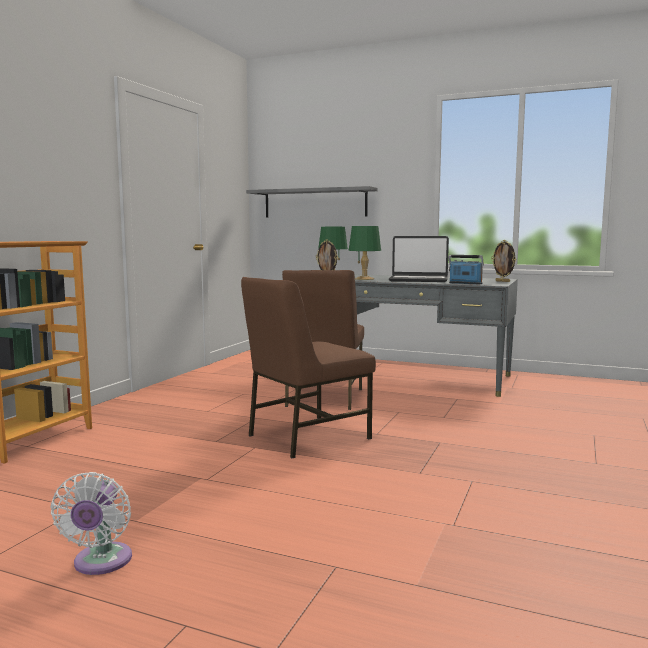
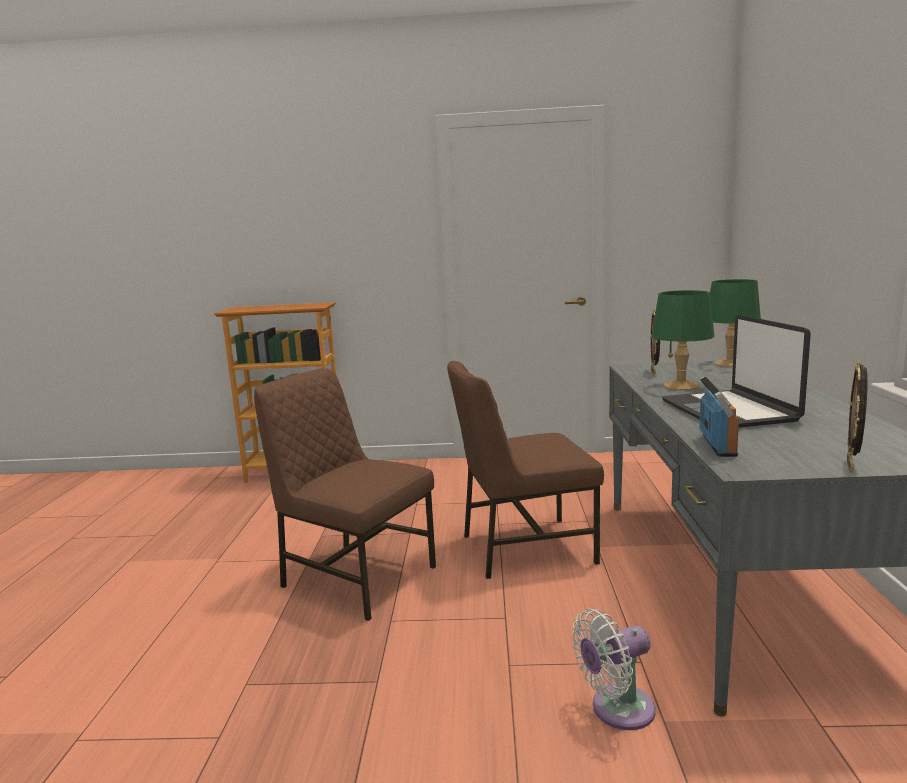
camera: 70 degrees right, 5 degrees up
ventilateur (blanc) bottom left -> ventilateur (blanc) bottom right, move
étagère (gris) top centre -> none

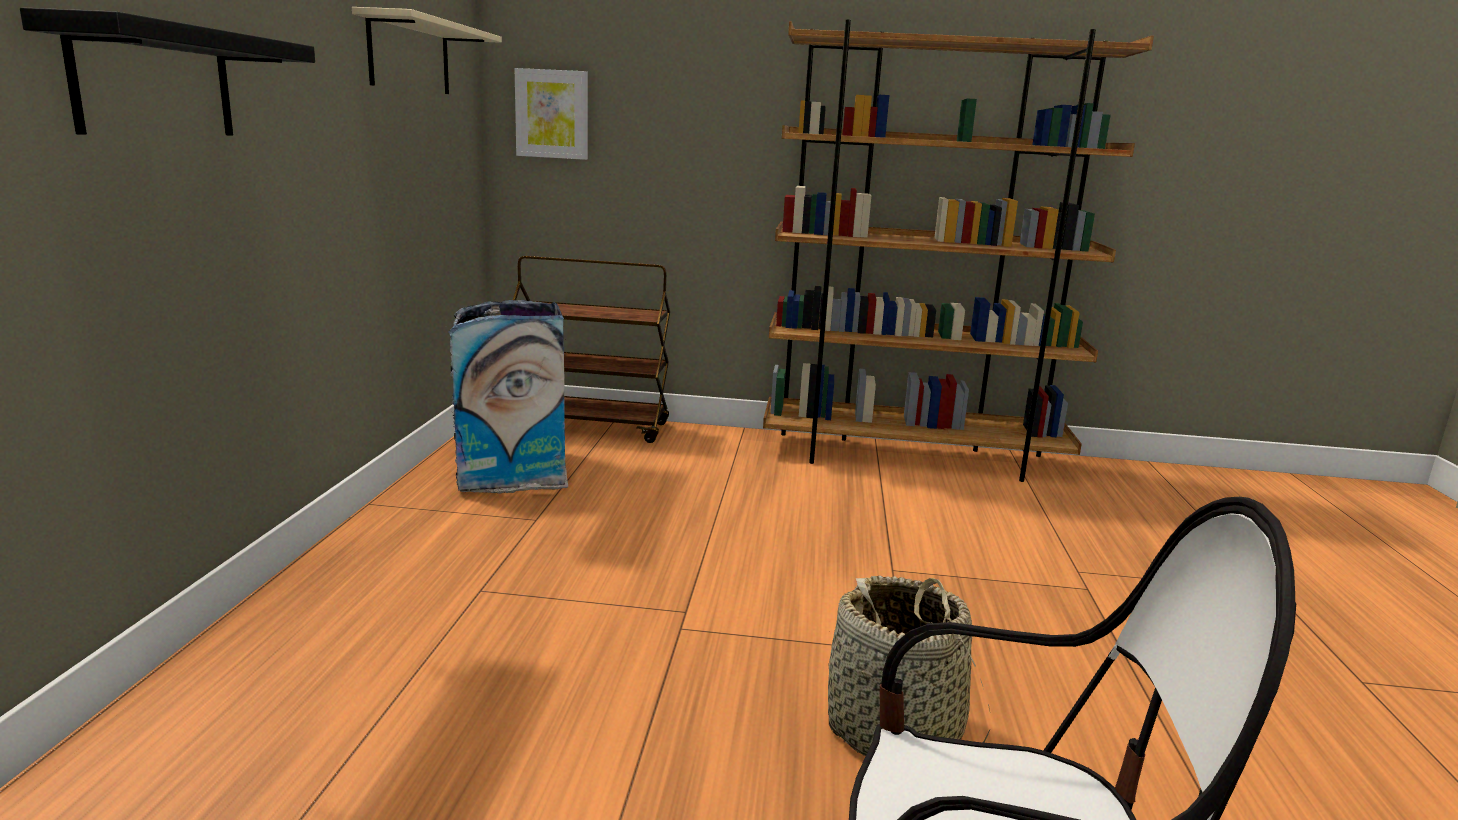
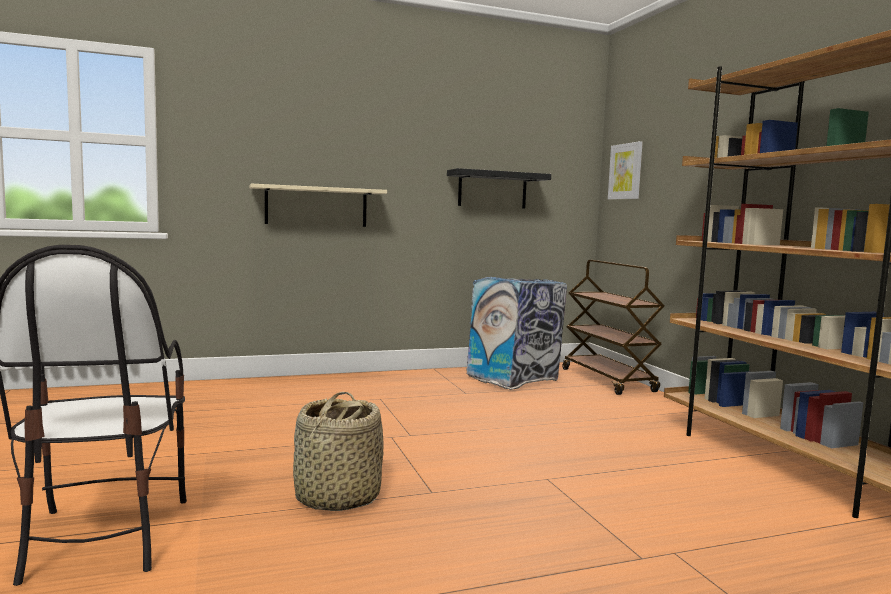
camera: 65 degrees right, 10 degrees down
étagère (beige) top left -> étagère (beige) centre, move
étagère (noir) top left -> étagère (noir) top centre, move

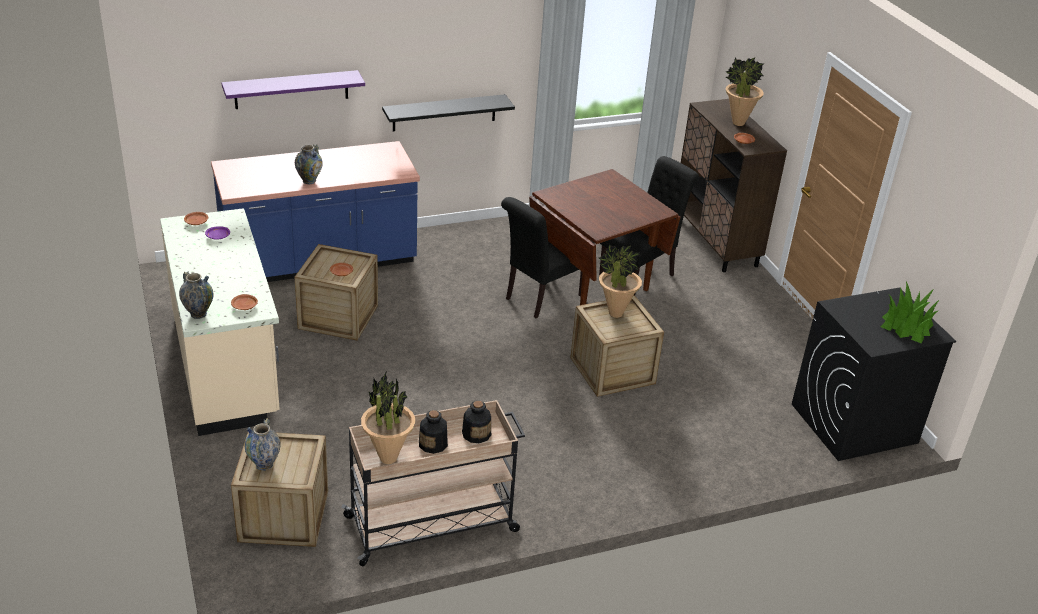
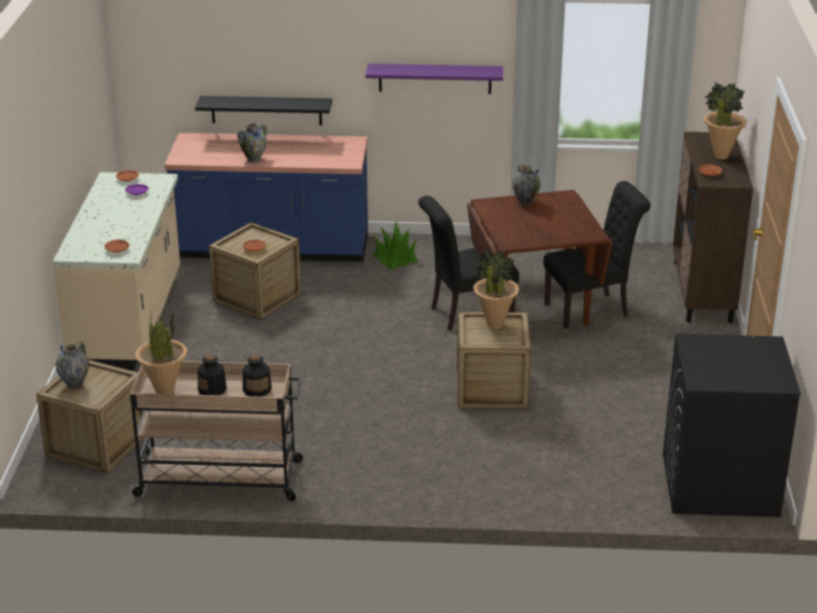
camera: 25 degrees right, 5 degrees down
étagère (noir) top centre -> étagère (noir) top left, move
étagère (violet) top left -> étagère (violet) top centre, move
plante en pot (4th from left in the first image) middle right -> plante en pot (2nd from left) centre, move
vase (1st from left in the first image) middle left -> vase (3rd from left) top centre, move

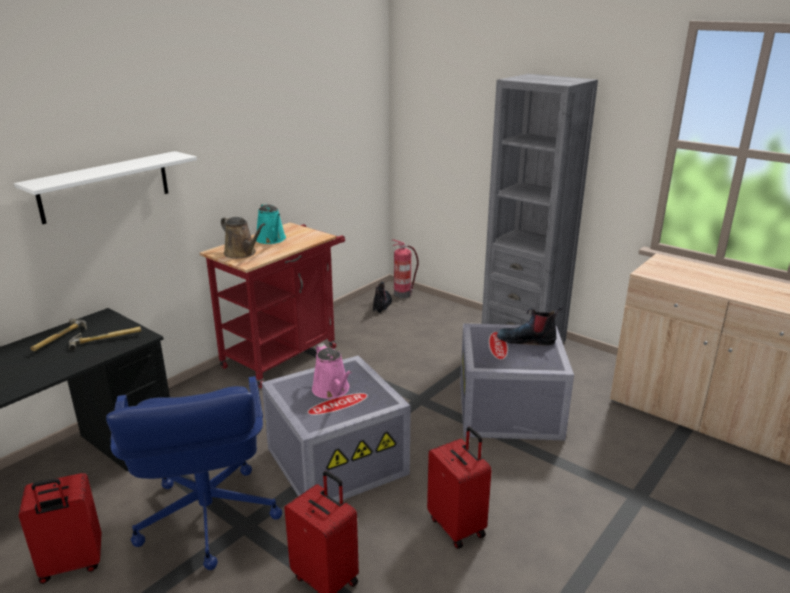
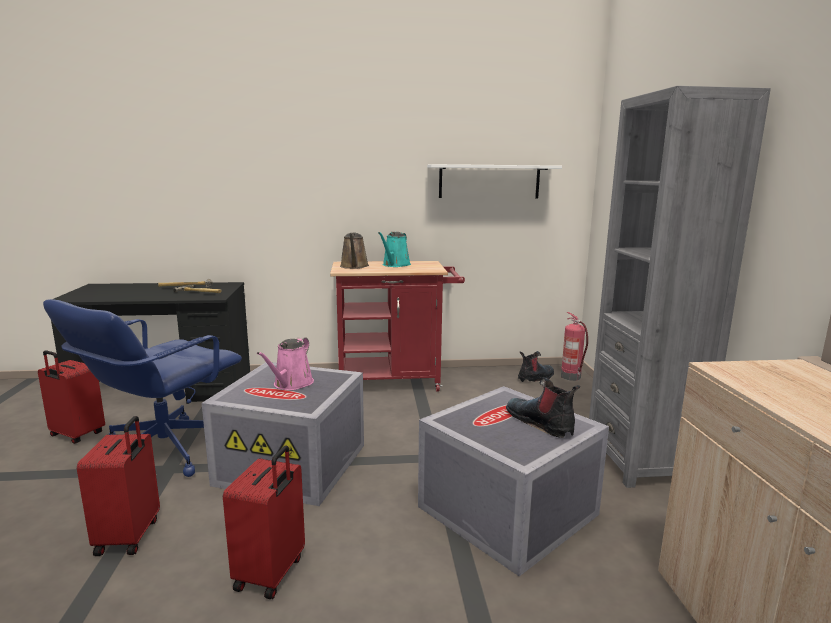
camera: 45 degrees right, 10 degrees down
étagère (blanc) top left -> étagère (blanc) top centre, move

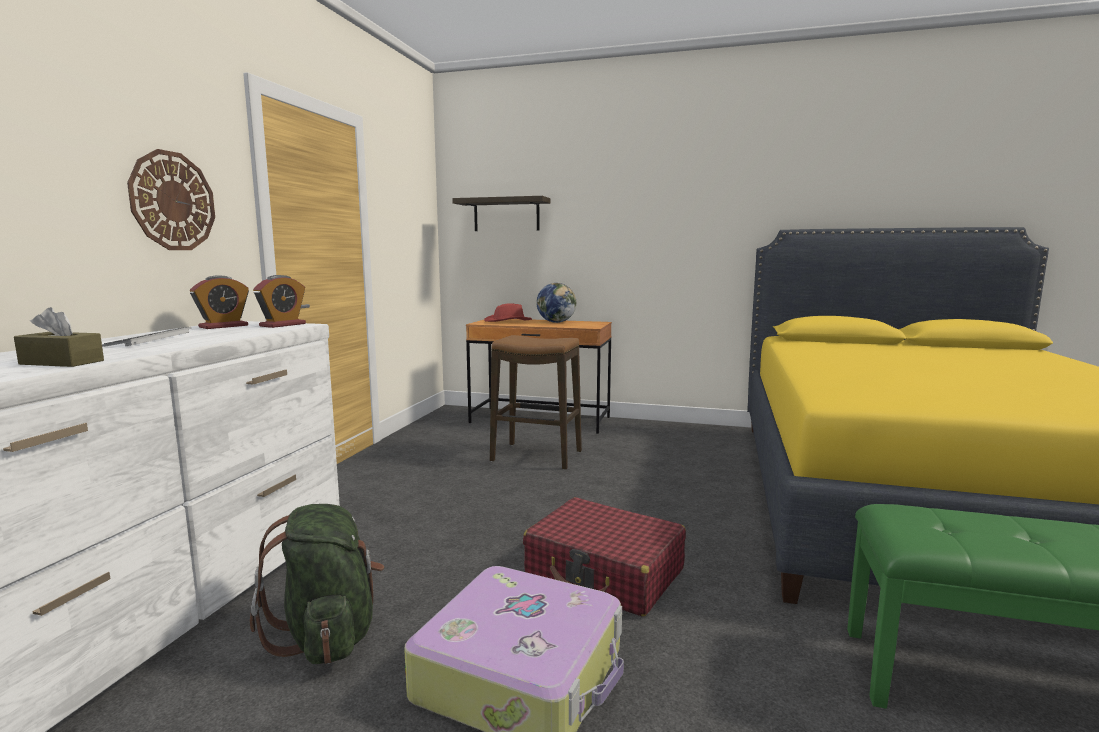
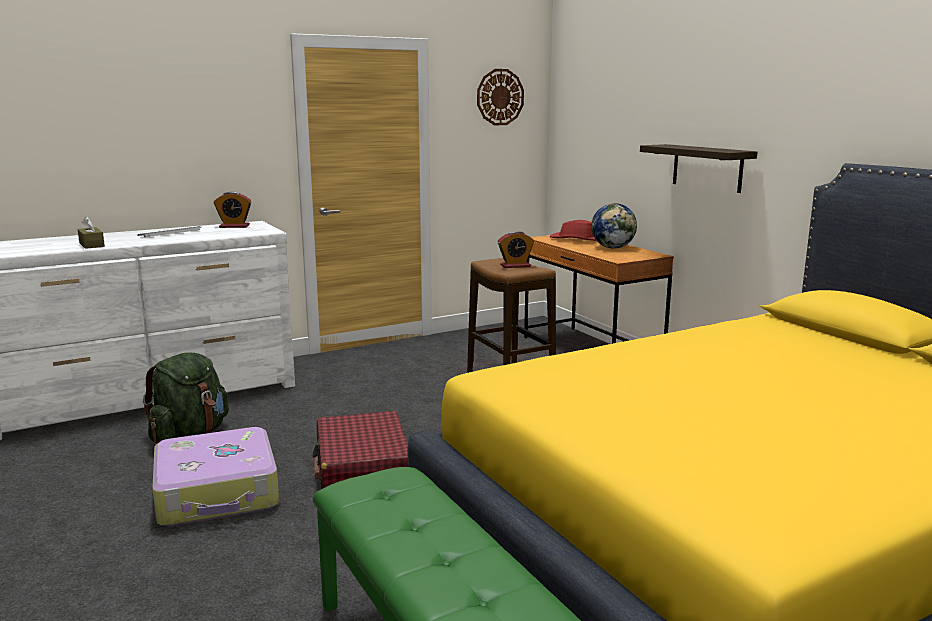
camera: 45 degrees right, 5 degrees up
horloge murale top left -> horloge murale top centre, move
réveil (2nd from left) middle left -> réveil (2nd from left) centre, move
étagère top centre -> étagère top right, move

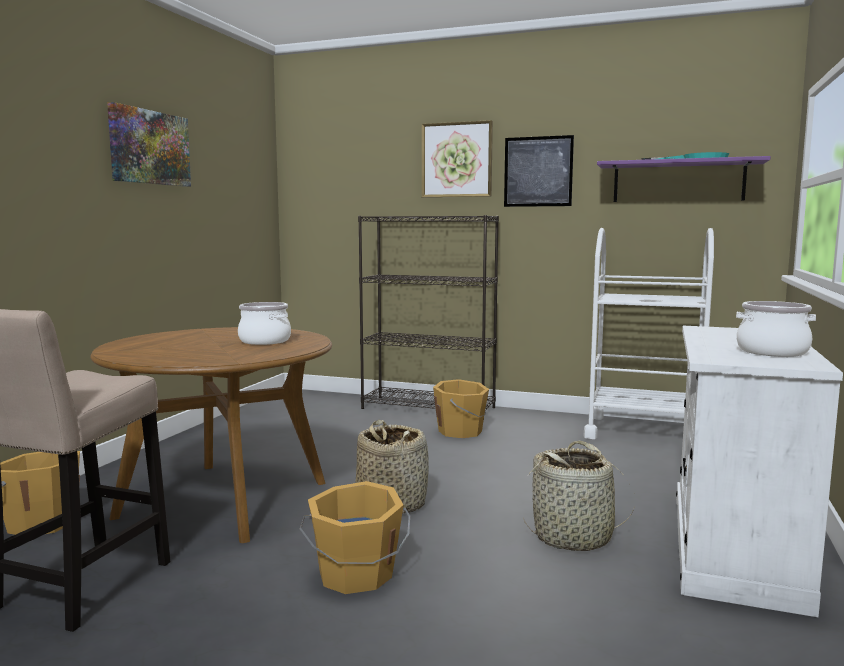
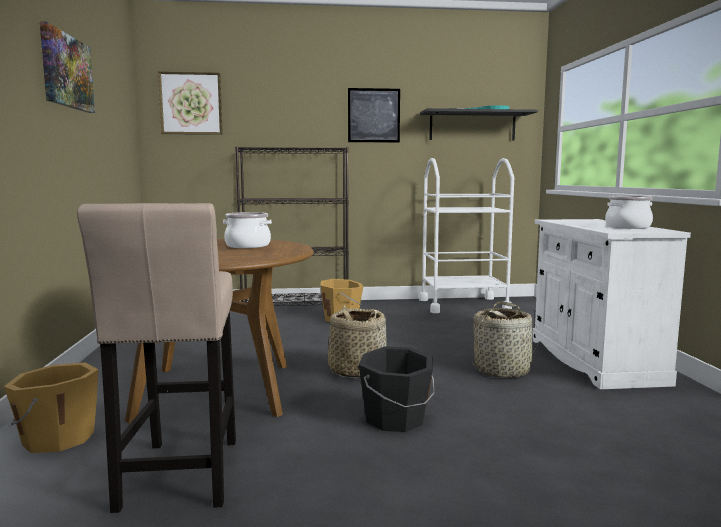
camera: 25 degrees left, 0 degrees up
tableau (2nd from left) top centre -> tableau (2nd from left) top left, move
seau (orange) (2nd from left) bottom centre -> seau (noir) bottom centre
étagère (violet) top right -> étagère (noir) top centre

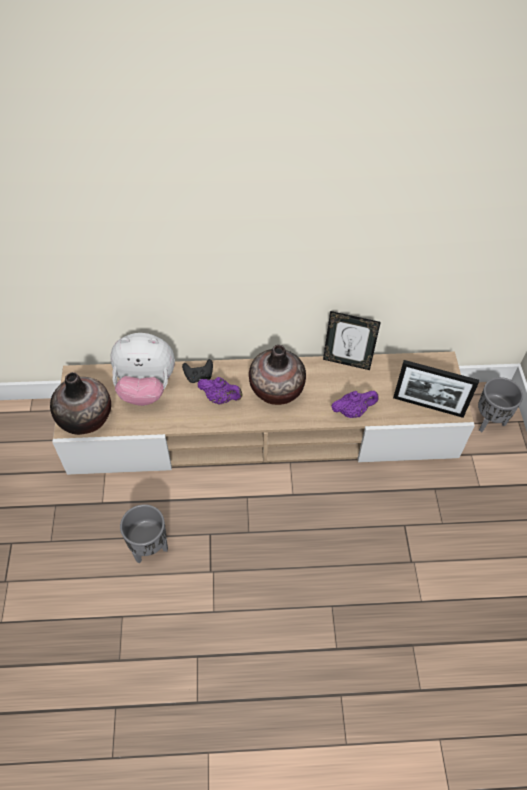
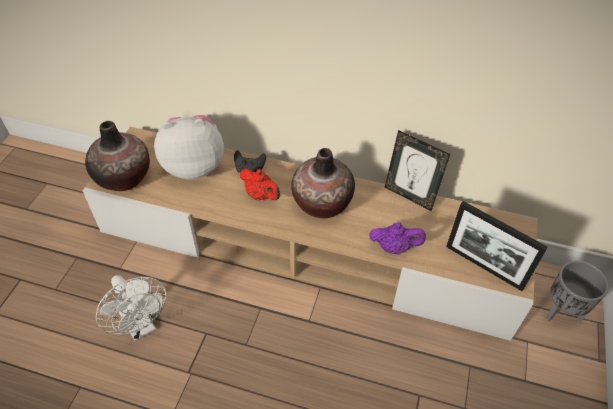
camera: 20 degrees right, 5 degrees down
cache-pot (gris) (1st from left) bottom left -> ventilateur (blanc) bottom left
peluche middle left, 150 degrees clockwise
théière (violet) (1st from left) centre -> théière (rouge) centre

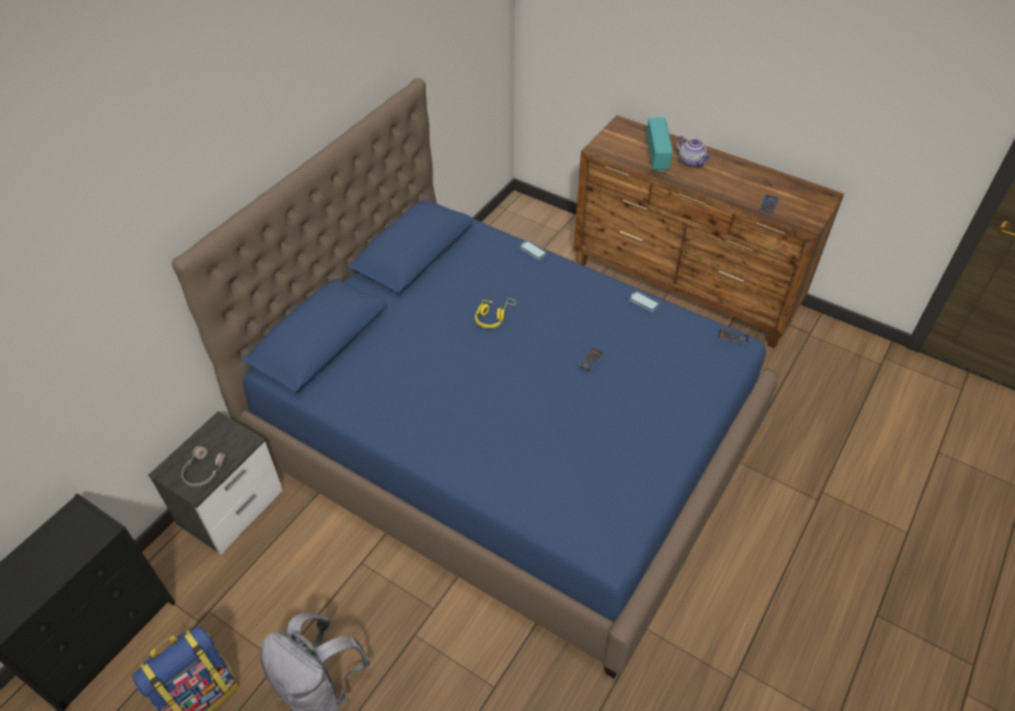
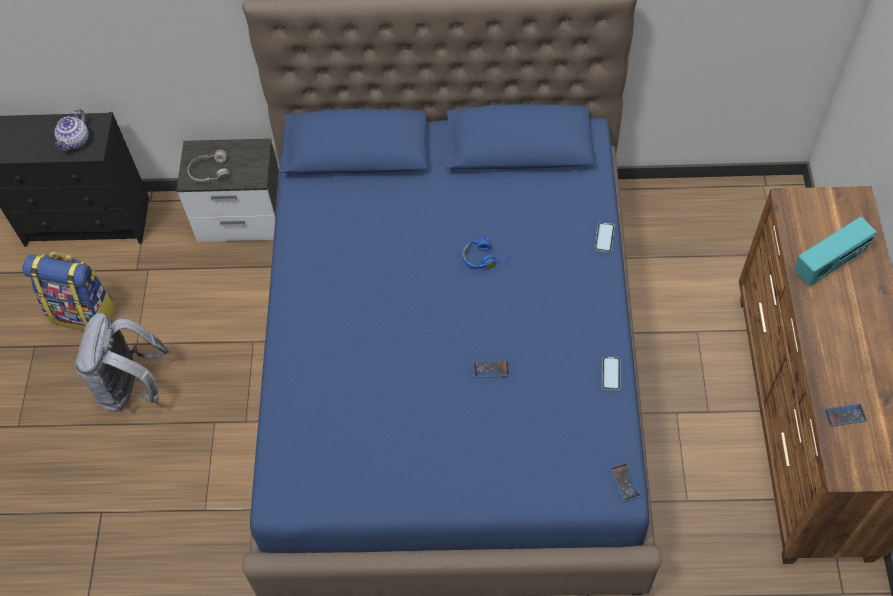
camera: 60 degrees right, 10 degrees up
théière top right -> théière top left, move
casque audio (jaune) centre -> casque audio (bleu) centre

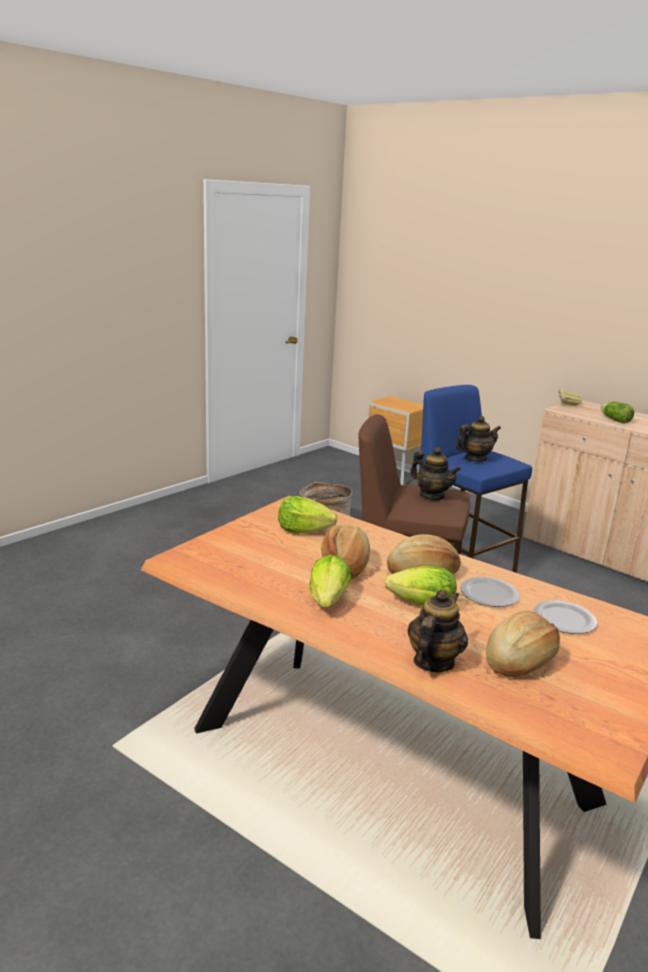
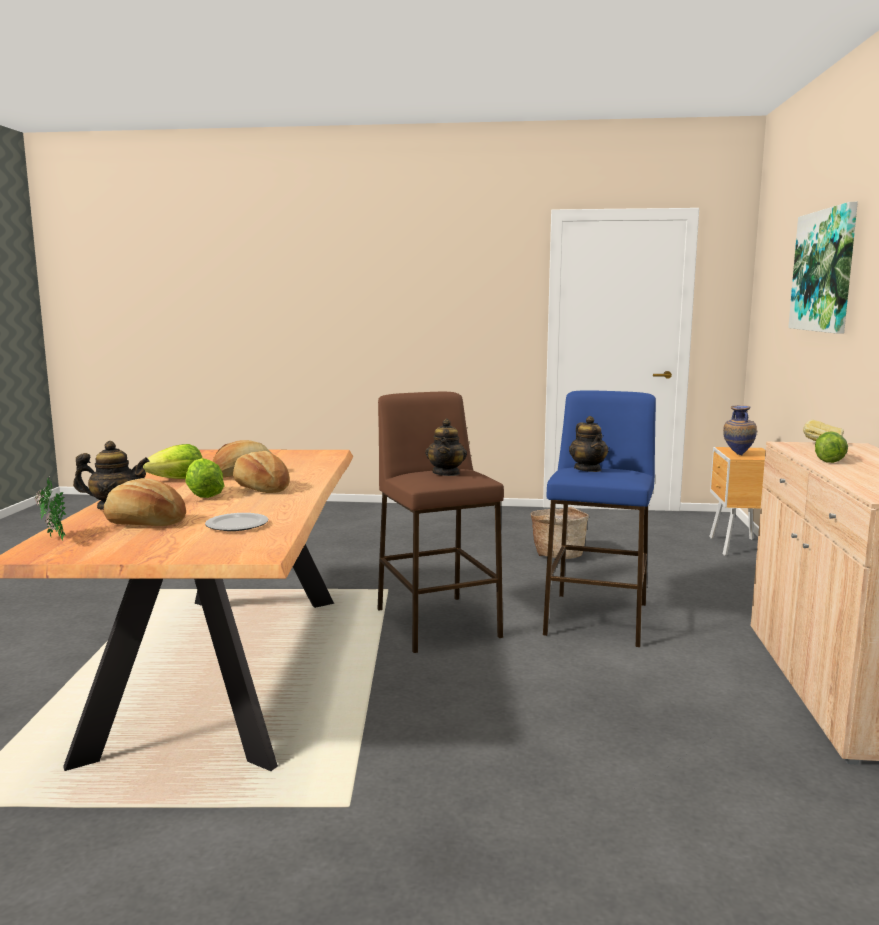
camera: 55 degrees right, 10 degrees down
none -> plante en pot middle left
théière (3rd from left) middle right, 45 degrees clockwise
none -> vase middle right
none -> tableau top right
laitue (1st from left) centre -> none
assiette (1st from left) middle right -> none

